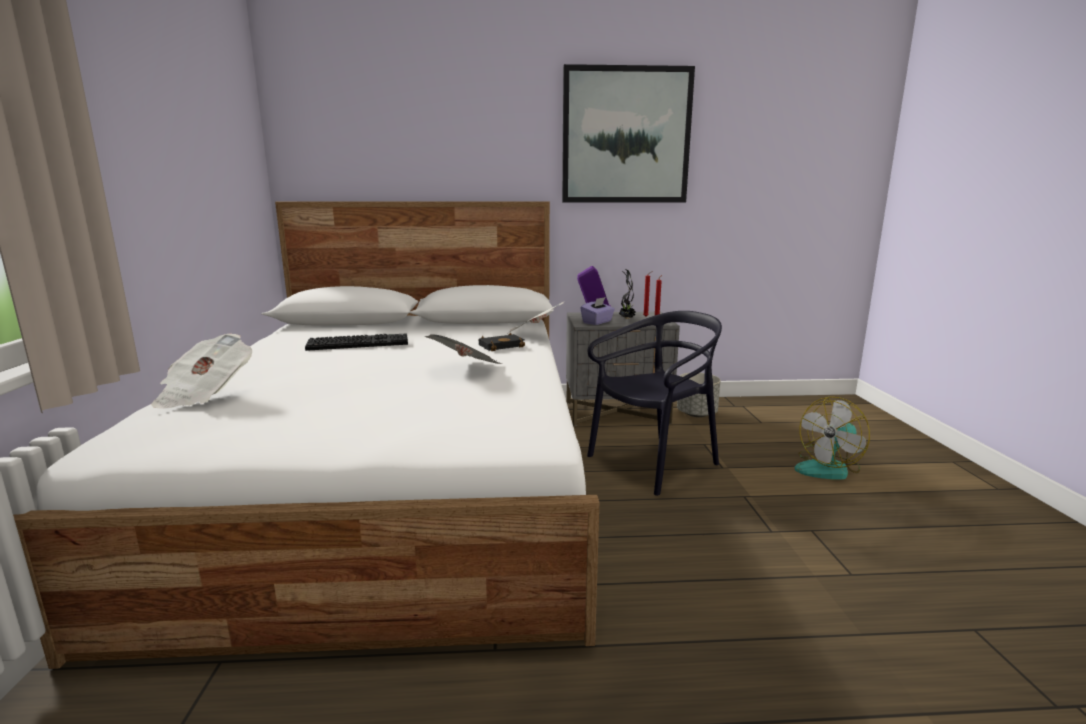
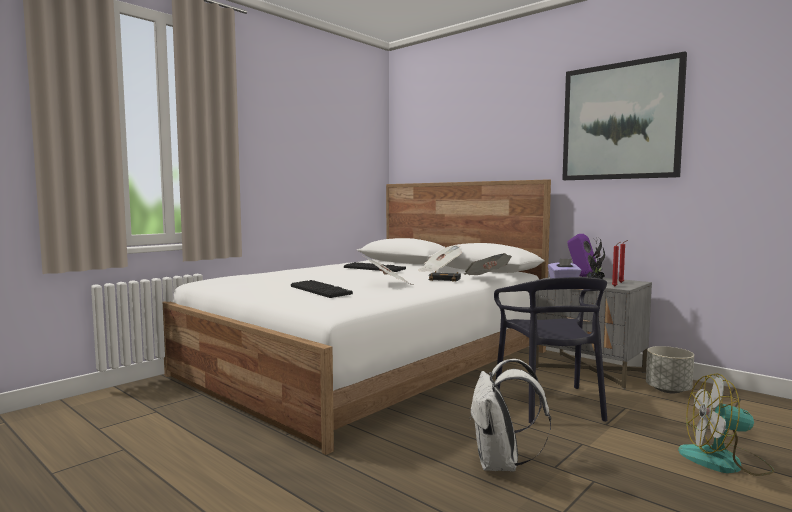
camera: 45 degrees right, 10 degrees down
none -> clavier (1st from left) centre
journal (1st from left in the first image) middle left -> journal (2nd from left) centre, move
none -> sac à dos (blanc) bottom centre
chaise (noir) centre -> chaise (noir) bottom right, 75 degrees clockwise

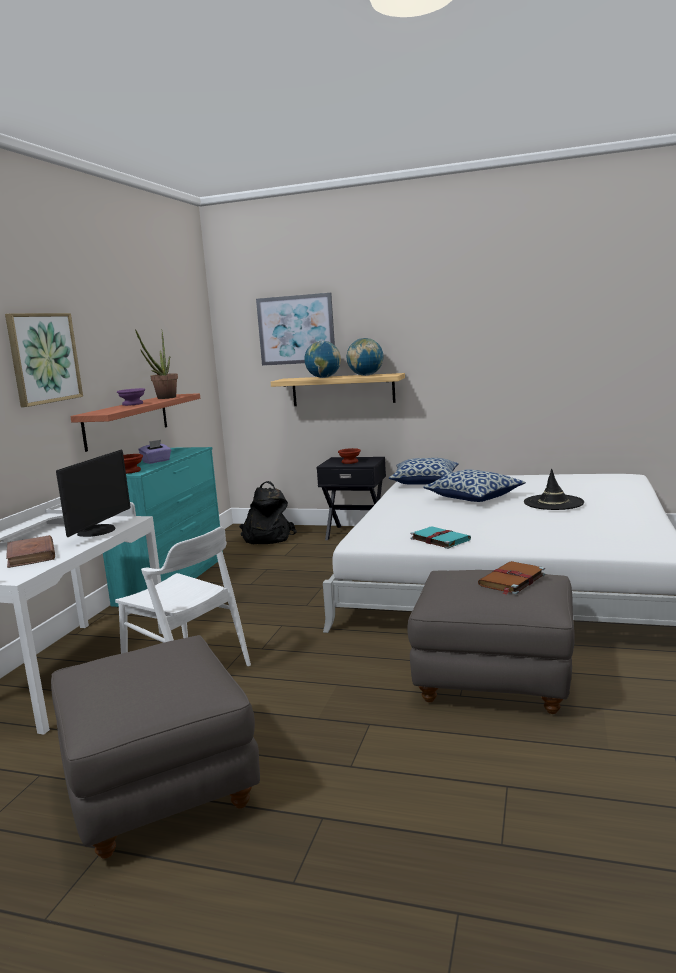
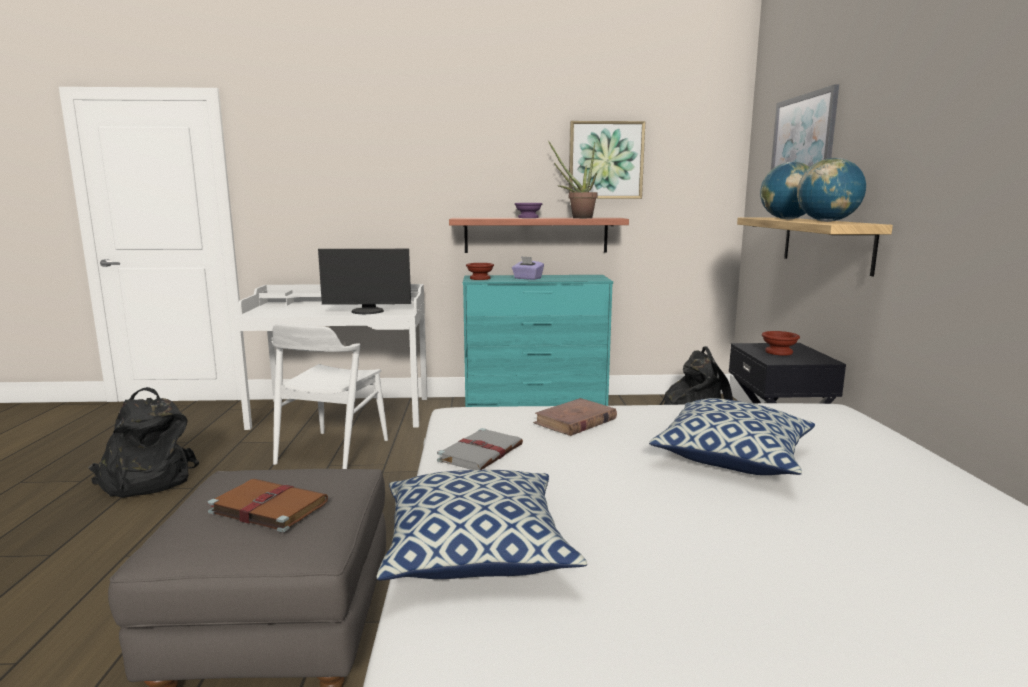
camera: 70 degrees right, 0 degrees up
pouf (gris) (1st from left) bottom left -> sac à dos (noir) (1st from left) middle left
coussin (1st from left) centre -> coussin (1st from left) bottom centre, move
livre (turquoise) centre -> livre (gris) centre
livre (marron) (1st from left in the first image) middle left -> livre (marron) (2nd from left) centre, move
tableau (1st from left) middle left -> tableau (1st from left) top centre, move
chapeau (noir) middle right -> none

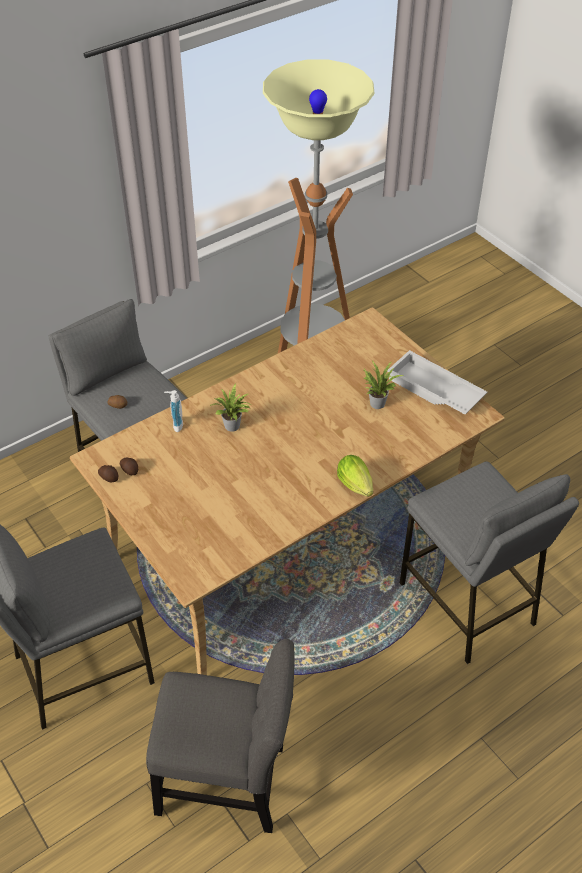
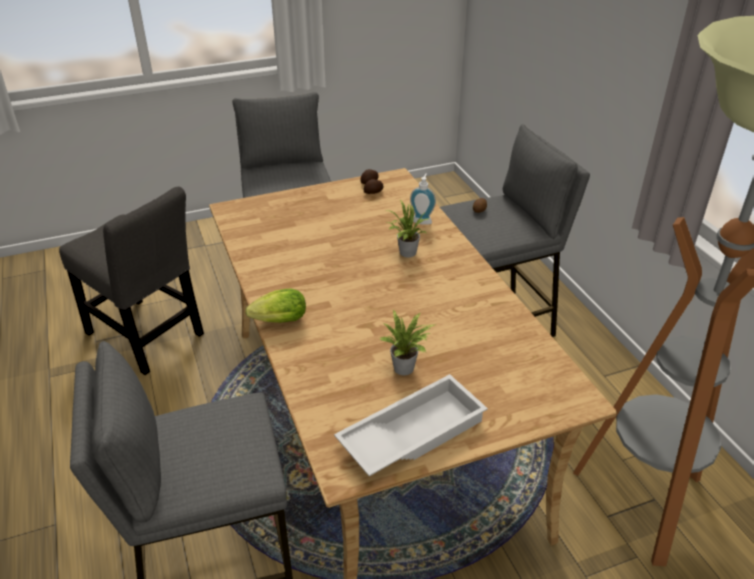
camera: 105 degrees right, 10 degrees down
chaise (gris) bottom centre -> chaise (gris) middle left, 75 degrees counterclockwise

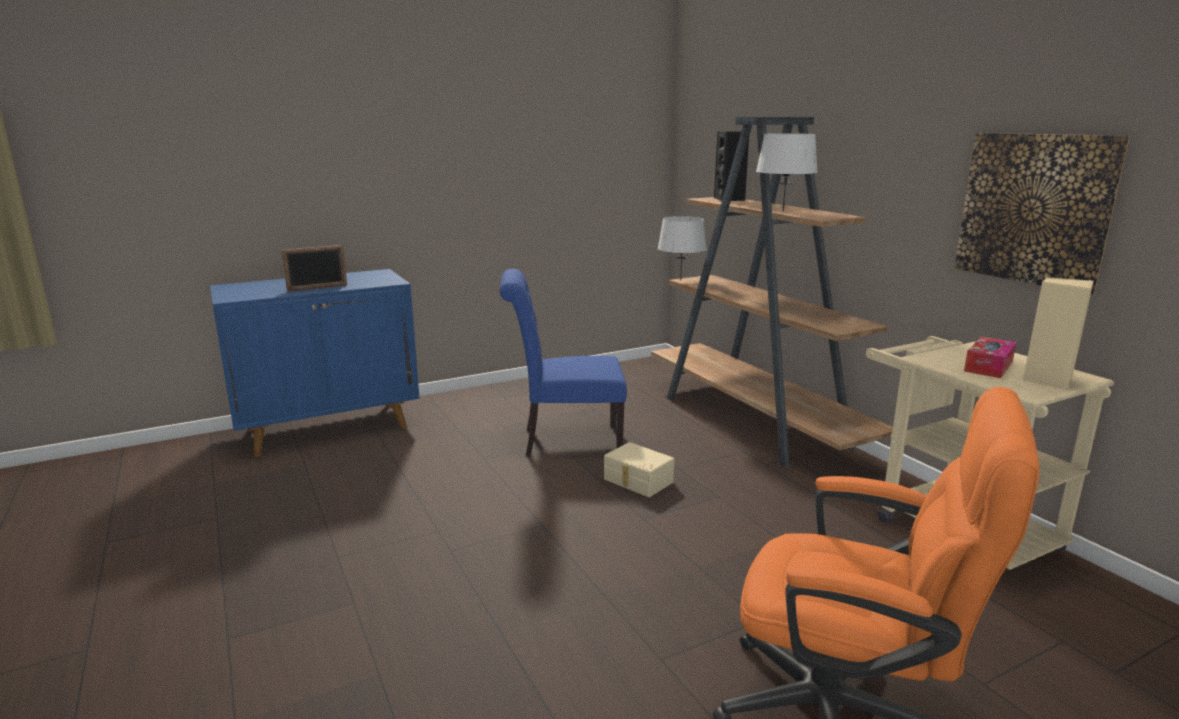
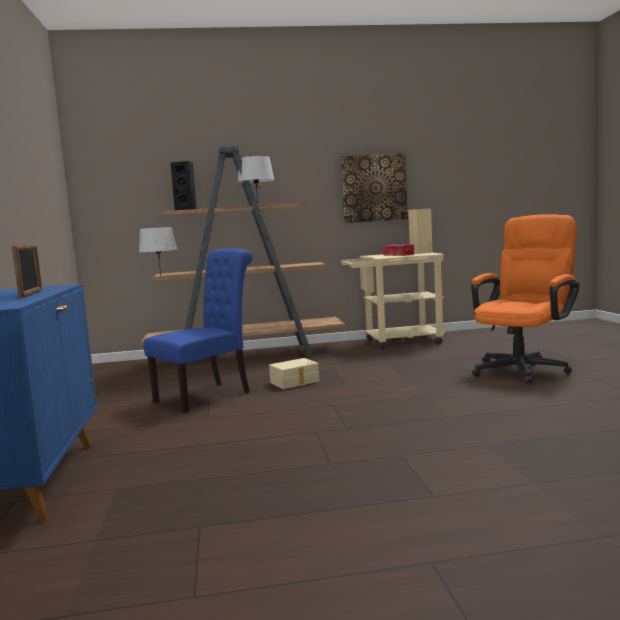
camera: 70 degrees left, 10 degrees down
chaise (bleu) centre -> chaise (bleu) middle left, 150 degrees counterclockwise

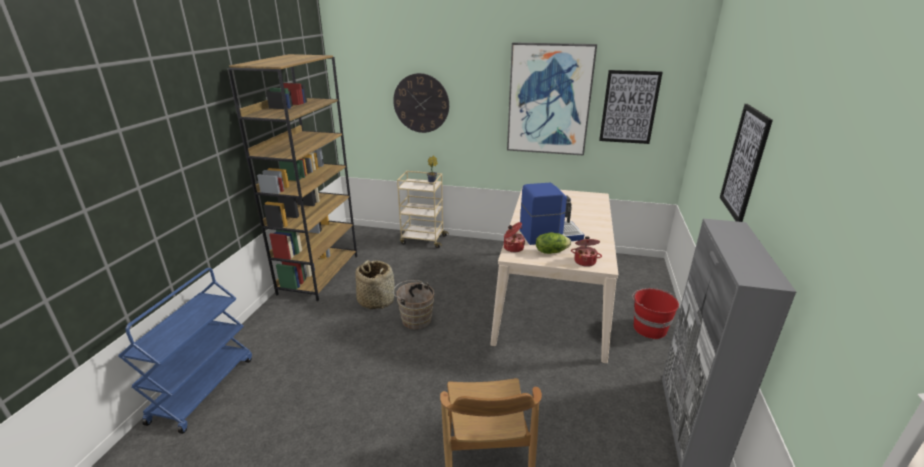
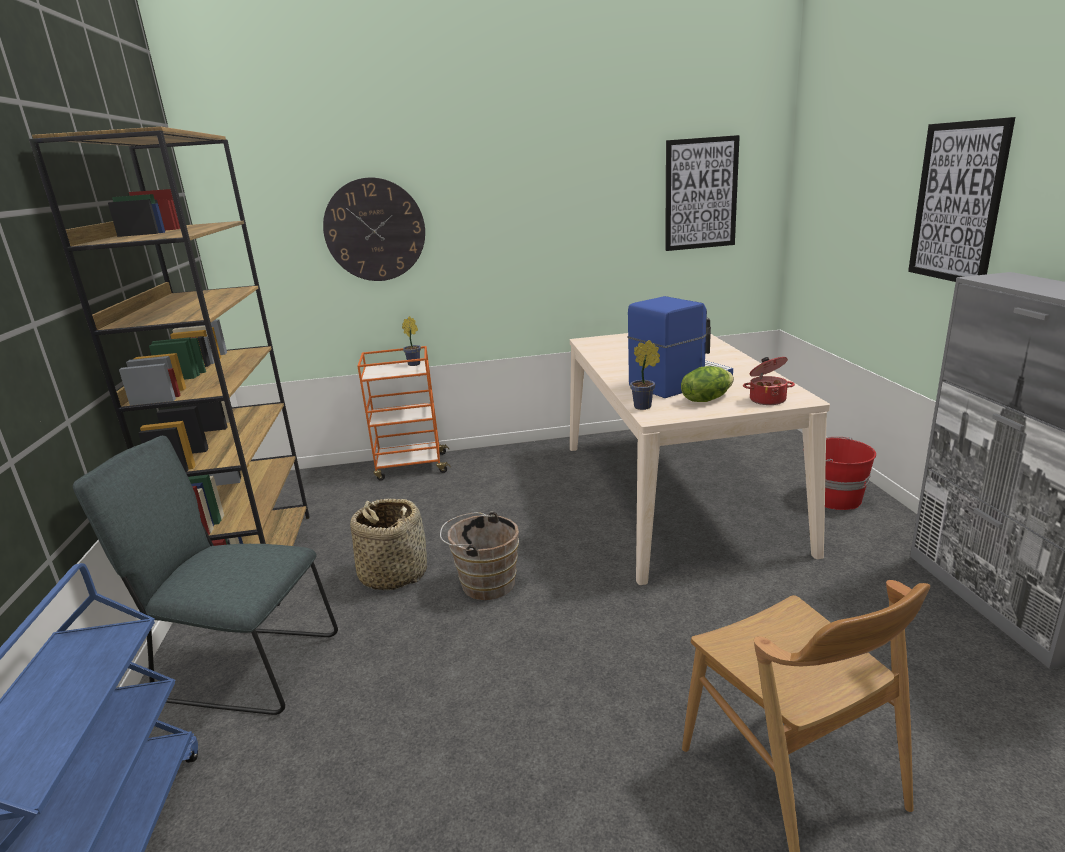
camera: 20 degrees left, 5 degrees down
none -> chaise (gris) bottom left
chariot (beige) centre -> chariot (orange) centre
marmite (1st from left) centre -> plante en pot (2nd from left) centre
tableau (1st from left) top centre -> none

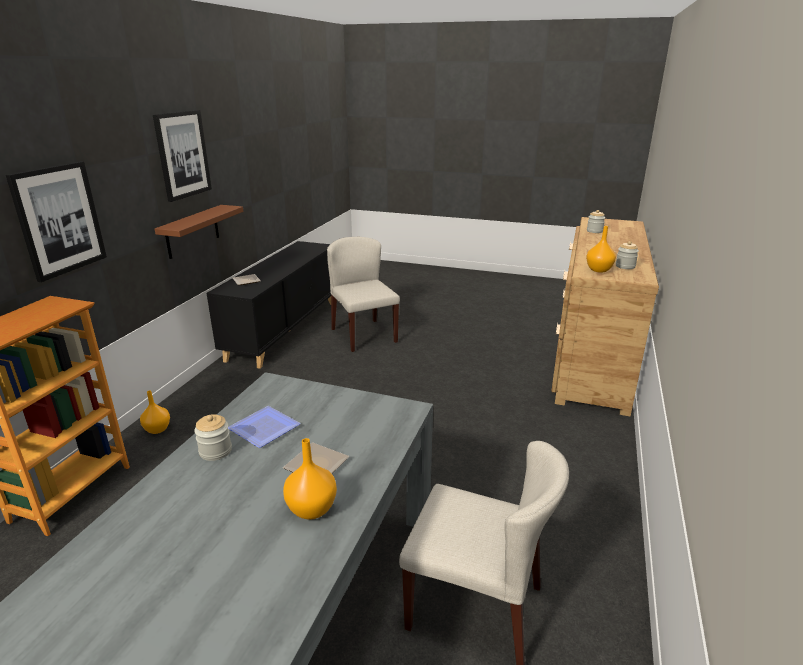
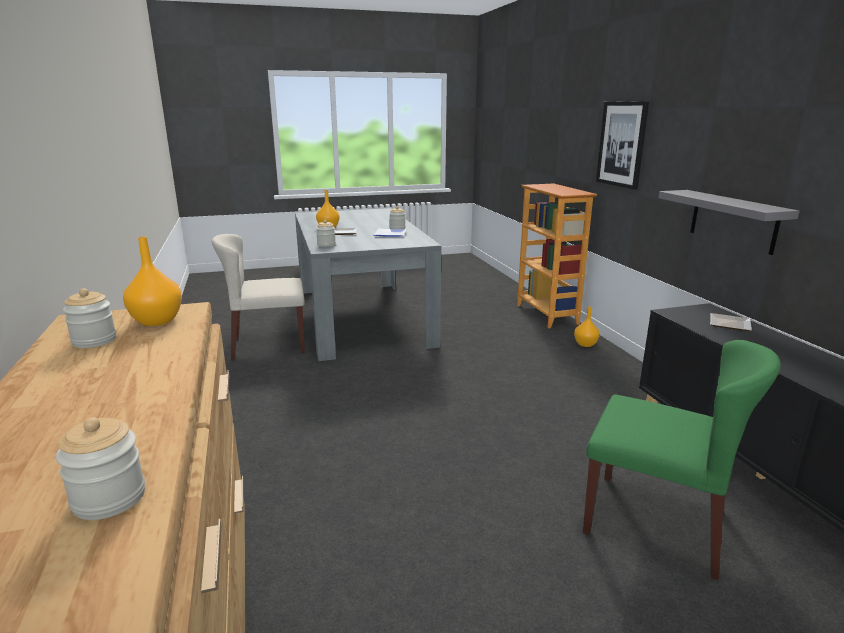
camera: 145 degrees right, 5 degrees down
none -> bocal (3rd from left) centre
chaise (beige) (1st from left) centre -> chaise (vert) bottom right
étagère (marron) middle left -> étagère (gris) middle right
tableau (2nd from left) top left -> none

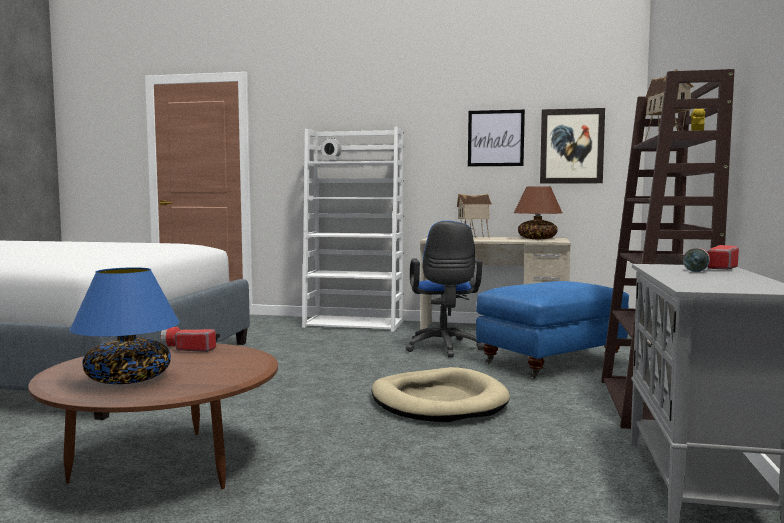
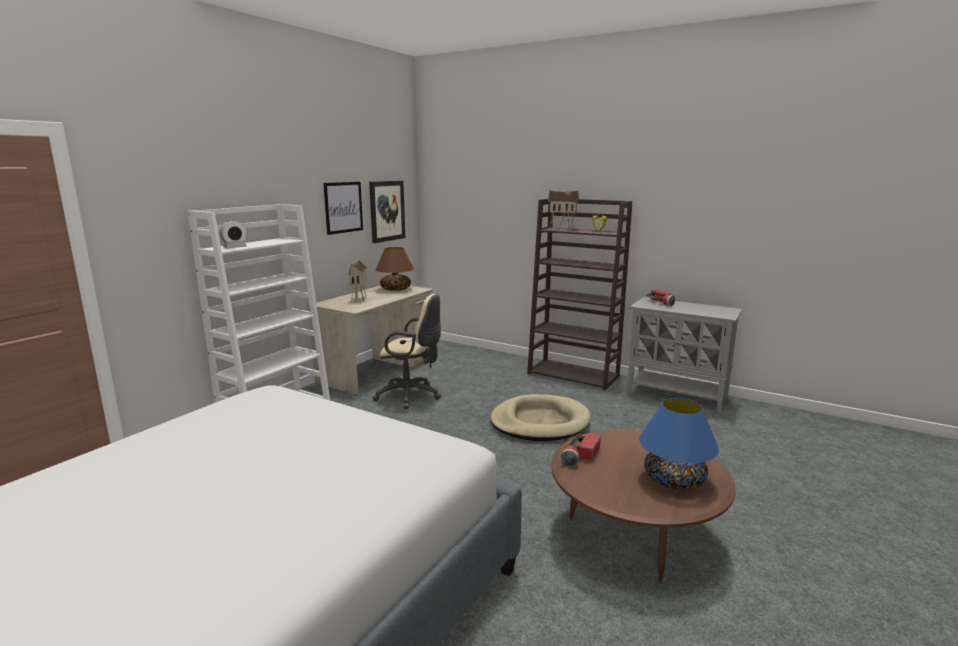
camera: 70 degrees left, 10 degrees up
chaise de bureau (bleu) centre -> chaise de bureau (beige) centre
pouf (bleu) middle right -> none

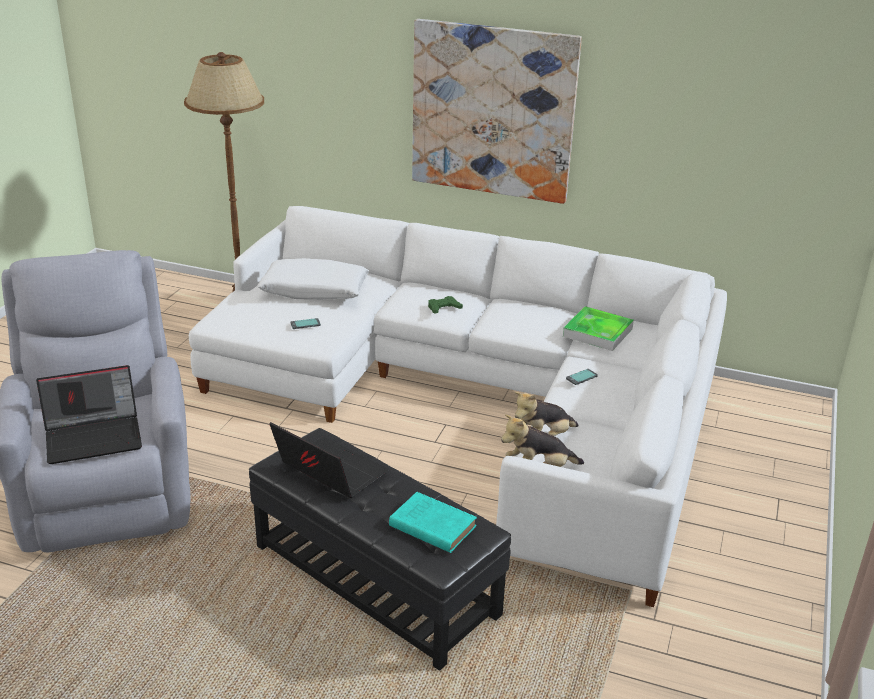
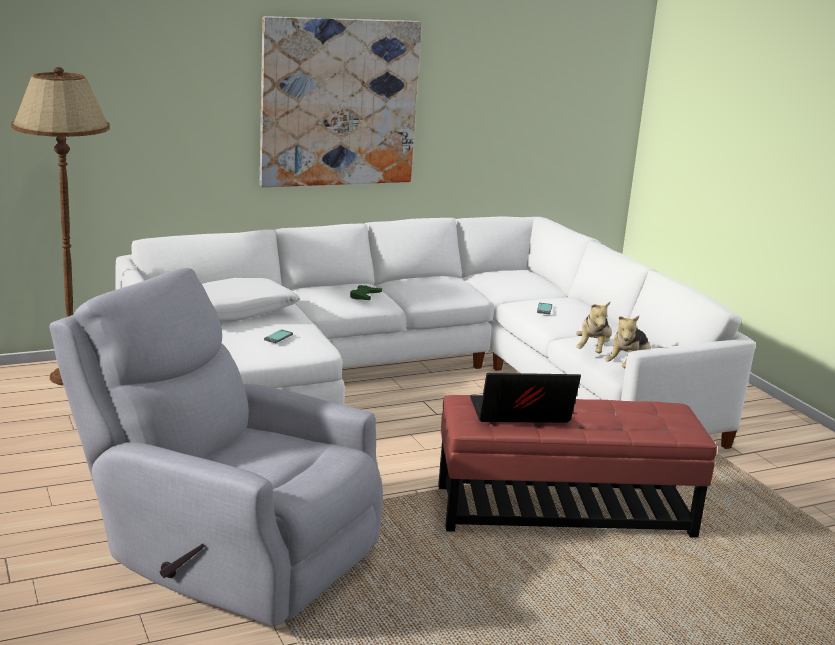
camera: 45 degrees left, 10 degrees down
pouf (noir) bottom centre -> pouf (rouge) bottom right
ordinateur portable (1st from left) middle left -> none
livre (turquoise) bottom centre -> none
plateau middle right -> none

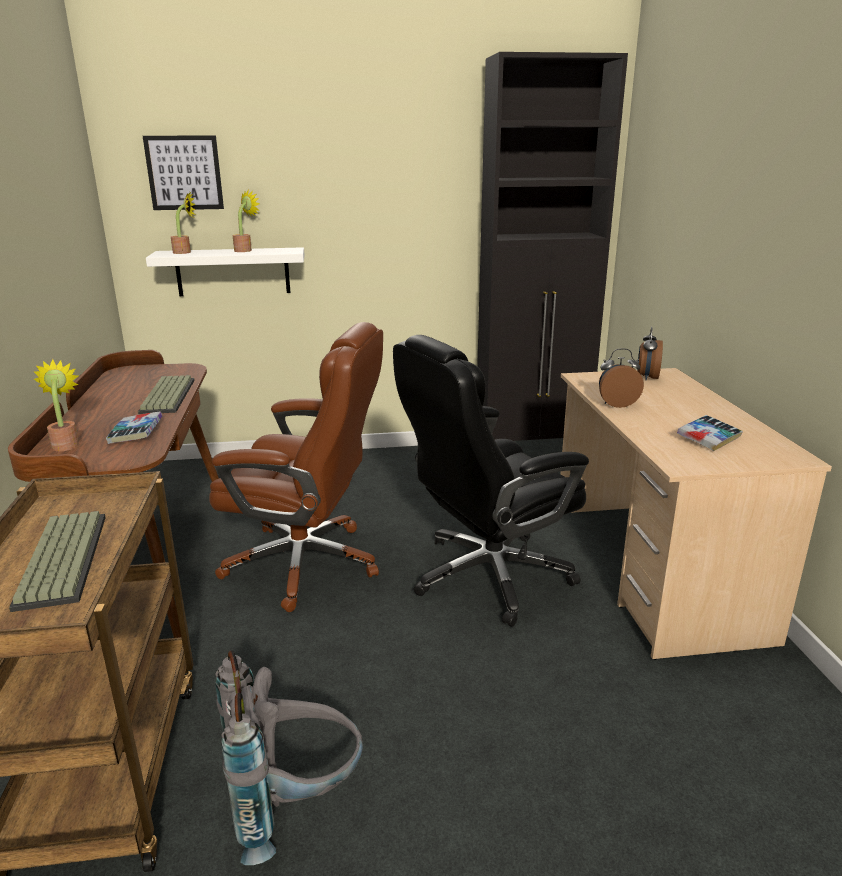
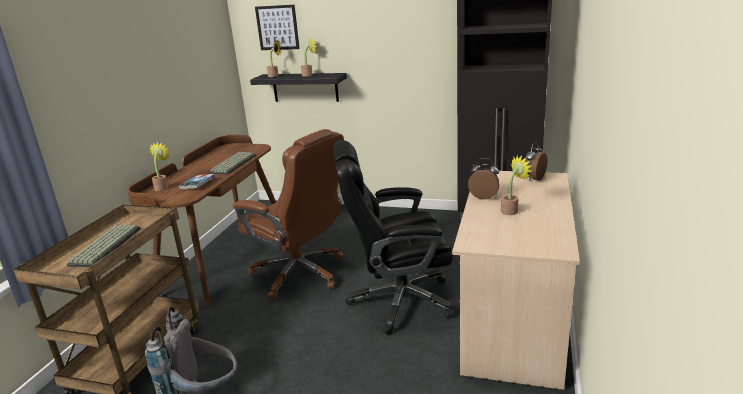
camera: 25 degrees right, 0 degrees up
étagère (blanc) top left -> étagère (noir) top centre
none -> plante en pot (4th from left) middle right
livre (2nd from left) middle right -> none

